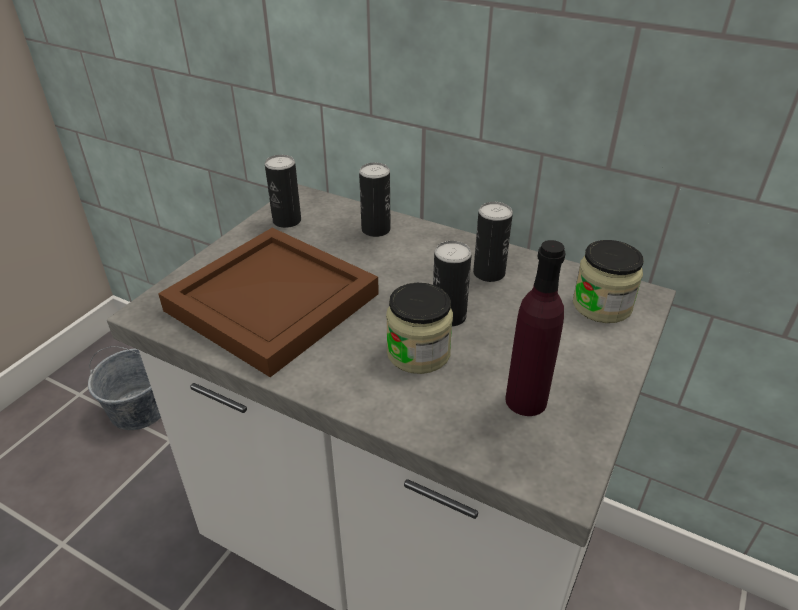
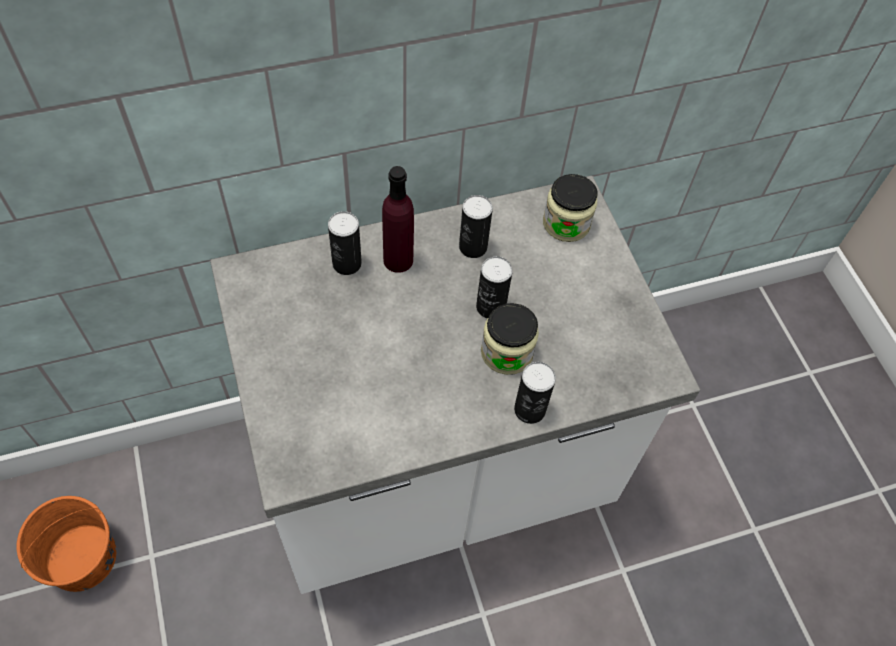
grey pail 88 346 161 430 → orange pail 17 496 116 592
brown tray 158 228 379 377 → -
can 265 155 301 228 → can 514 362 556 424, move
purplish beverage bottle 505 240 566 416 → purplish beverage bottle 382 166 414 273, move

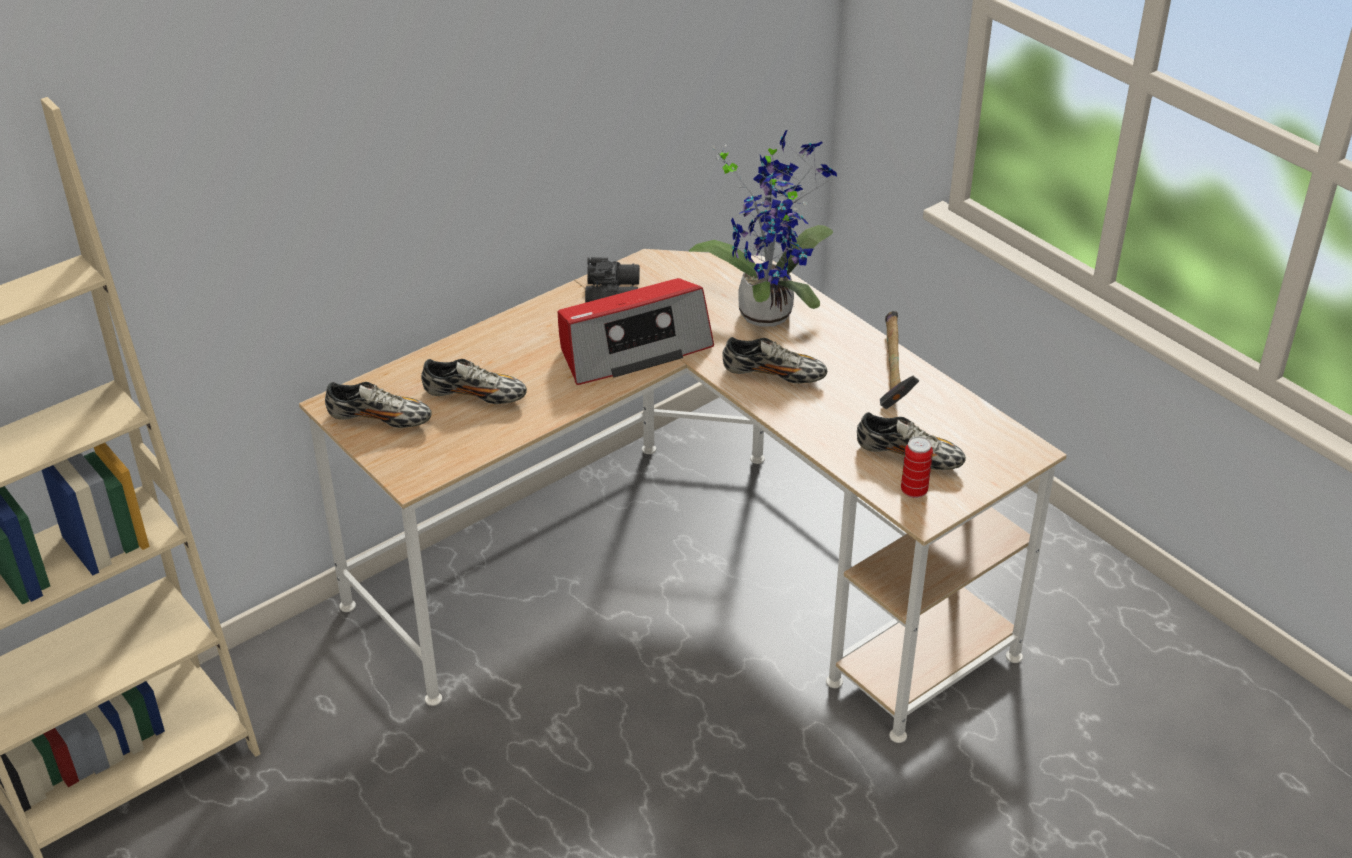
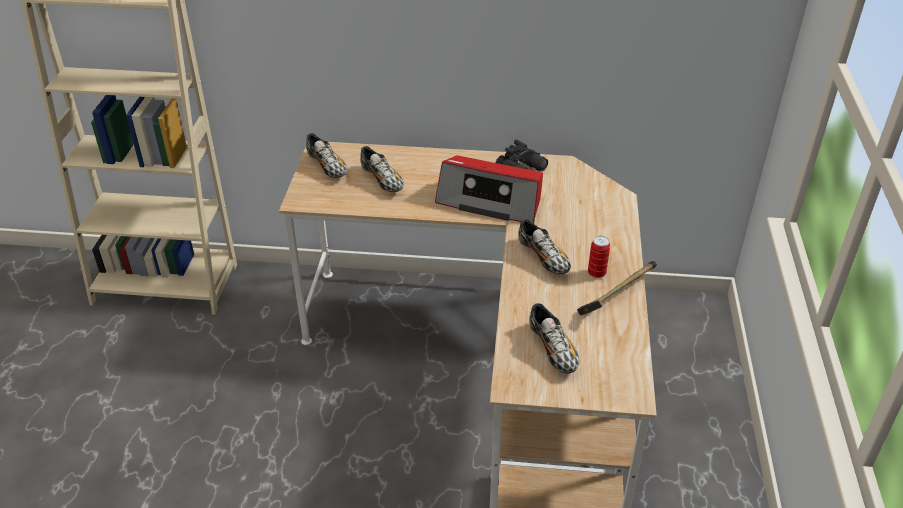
plant in a pot 689 130 837 327 → -
can 901 437 933 498 → can 588 236 610 278, move

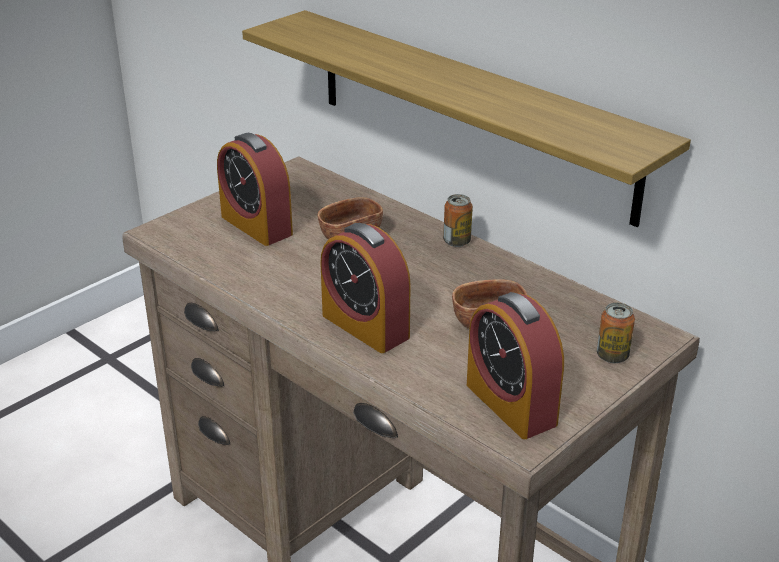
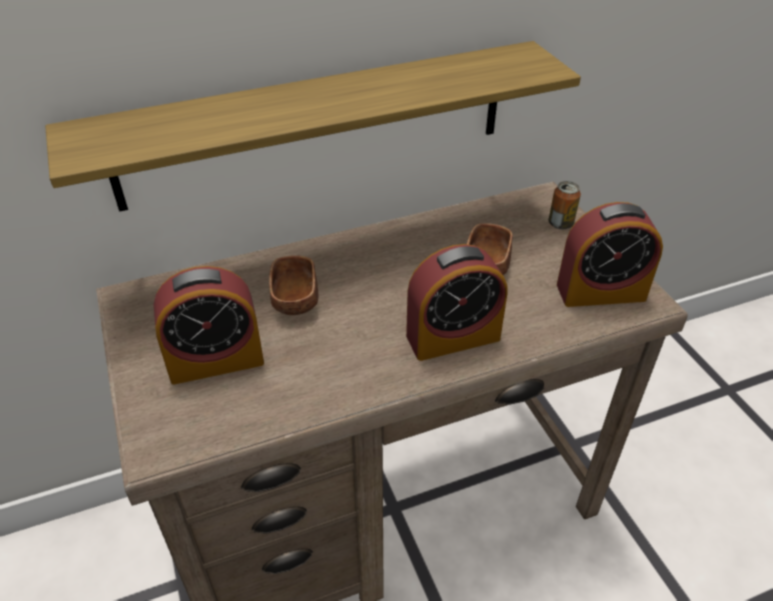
can 443 194 473 247 → -

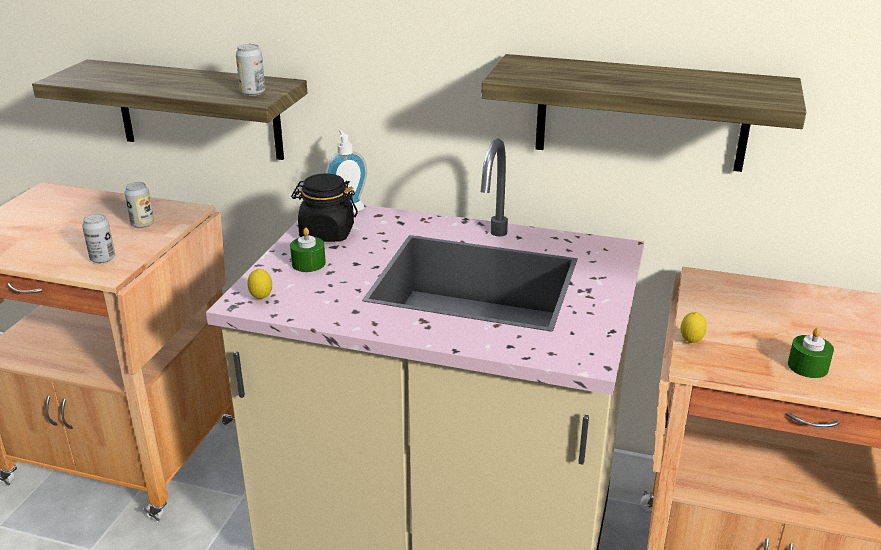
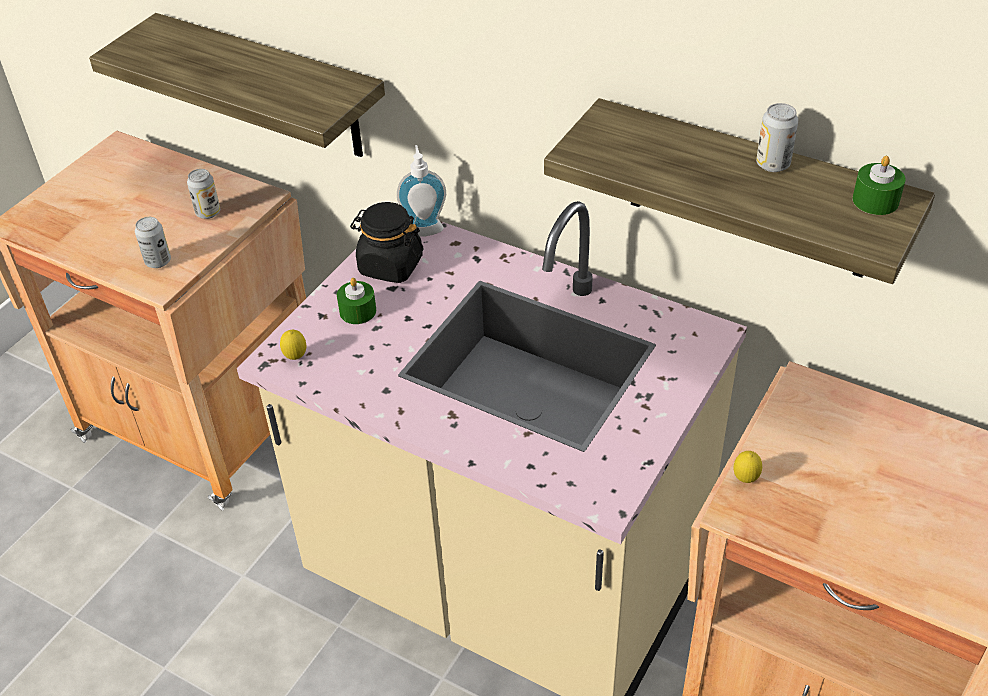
can 236 44 265 96 → can 756 103 798 172, move
green wax candle 788 328 834 378 → green wax candle 852 156 906 215, move

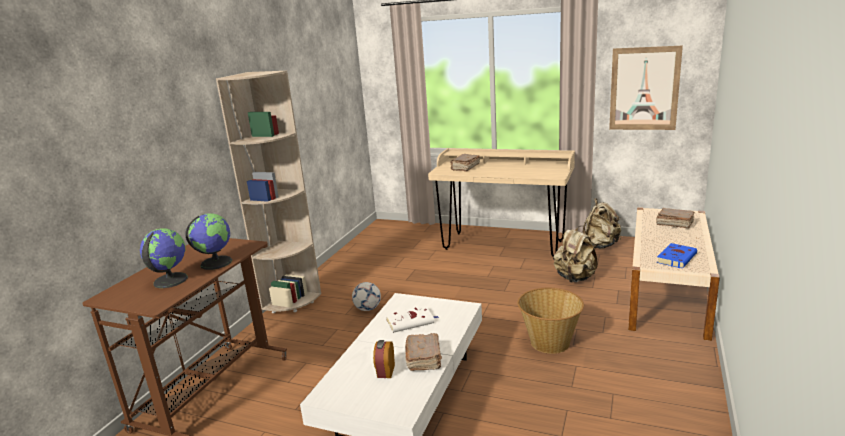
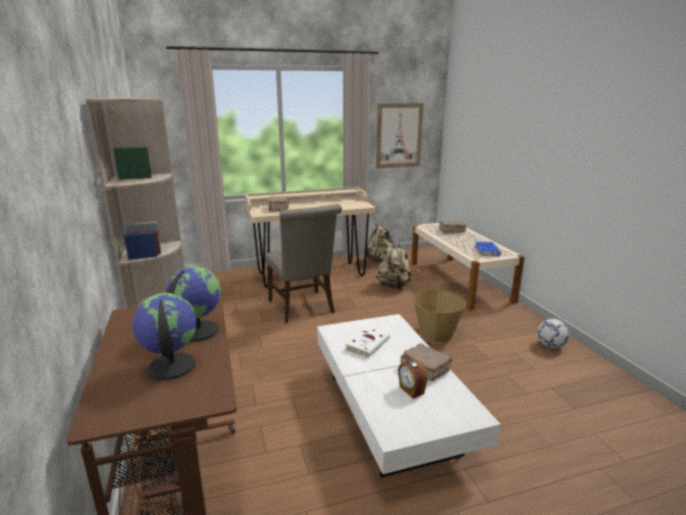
football 352 282 381 311 → football 538 319 569 348, move
- → sand-coloured upright chair 265 204 342 323

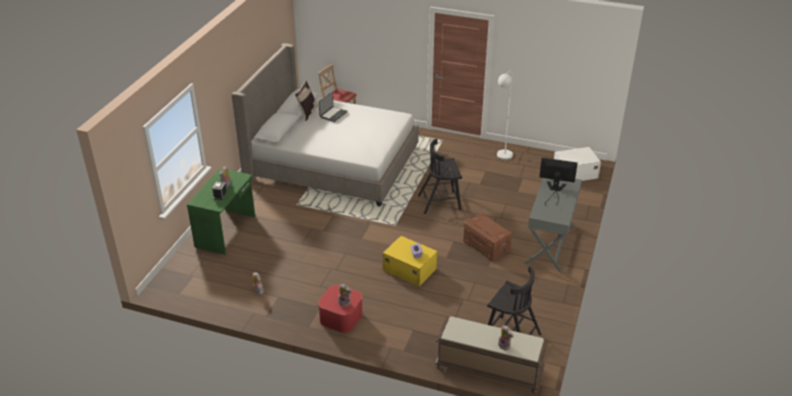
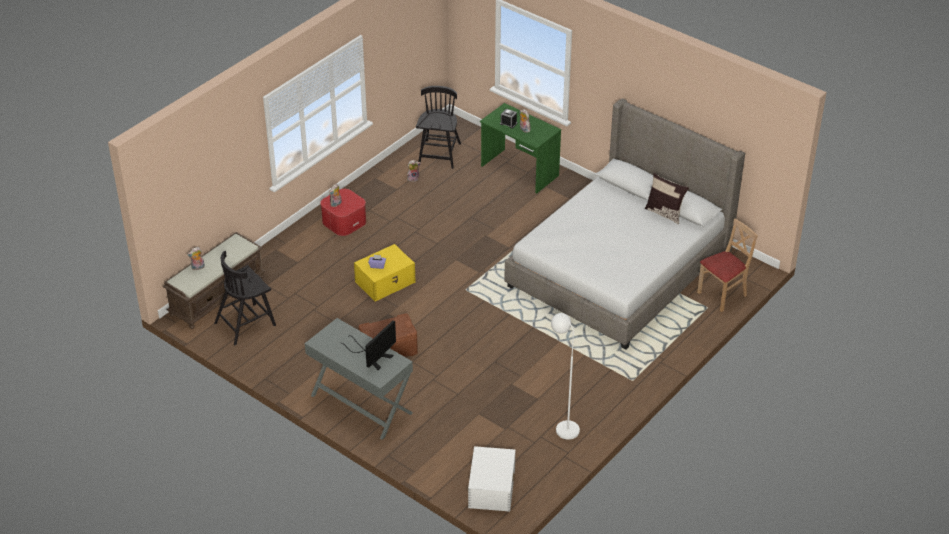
notebook computer 319 92 347 122 → -
black-coloured upright chair 418 139 462 214 → black-coloured upright chair 416 86 461 169, move

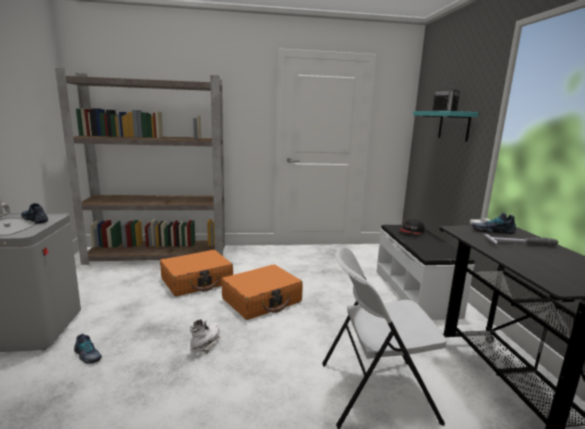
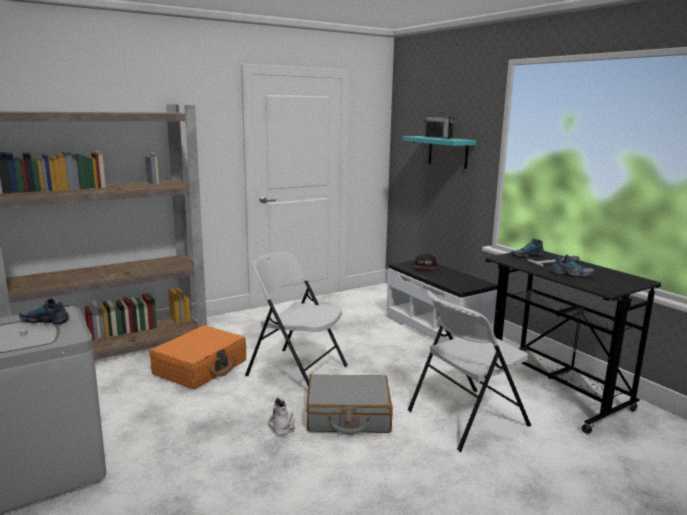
item of footwear 74 334 102 364 → item of footwear 551 255 595 277, move
orange piece of luggage 221 264 303 320 → white-coloured upright chair 245 252 348 385
- → grey piece of luggage 306 374 393 435

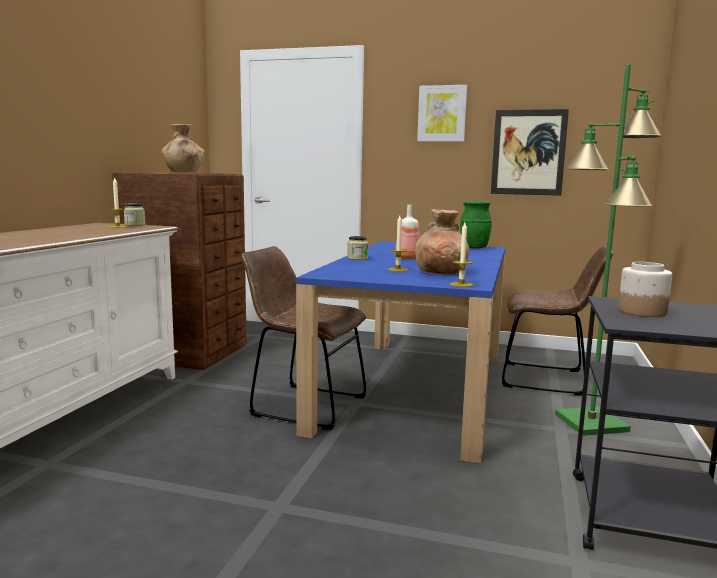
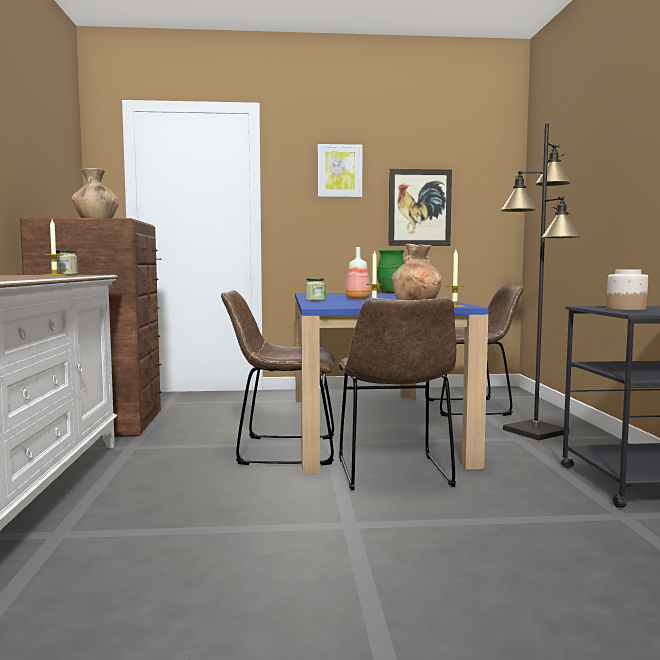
green floor lamp 555 64 662 436 → black-coloured floor lamp 500 123 580 440
- → brown upright chair 339 298 456 490

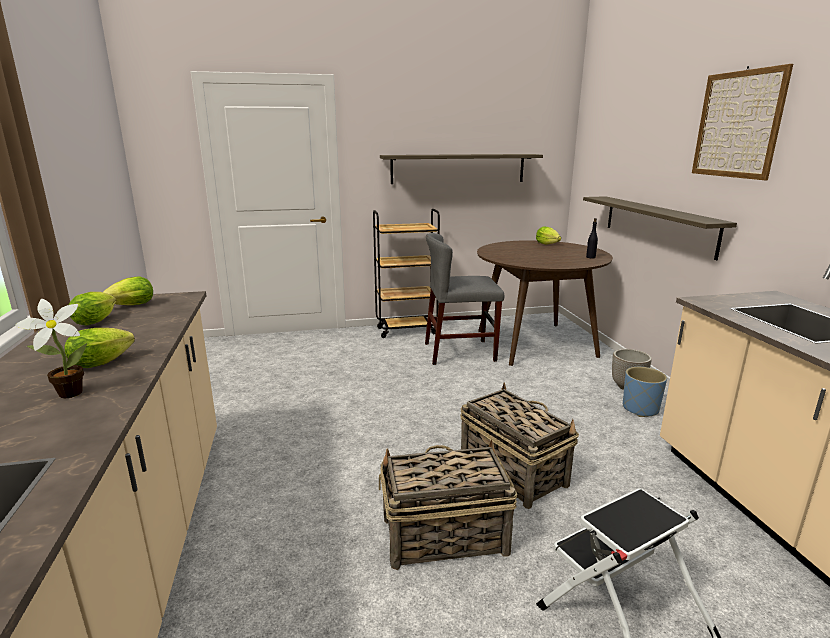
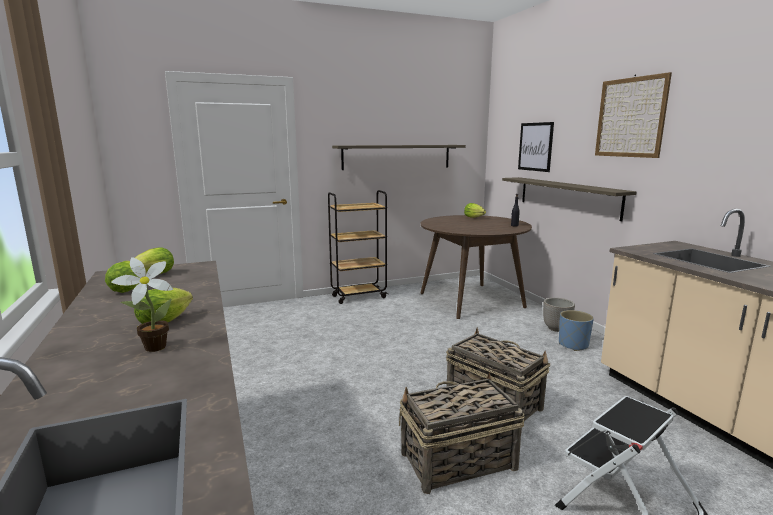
grey upright chair 425 233 504 365 → -
- → wall picture 518 122 554 172

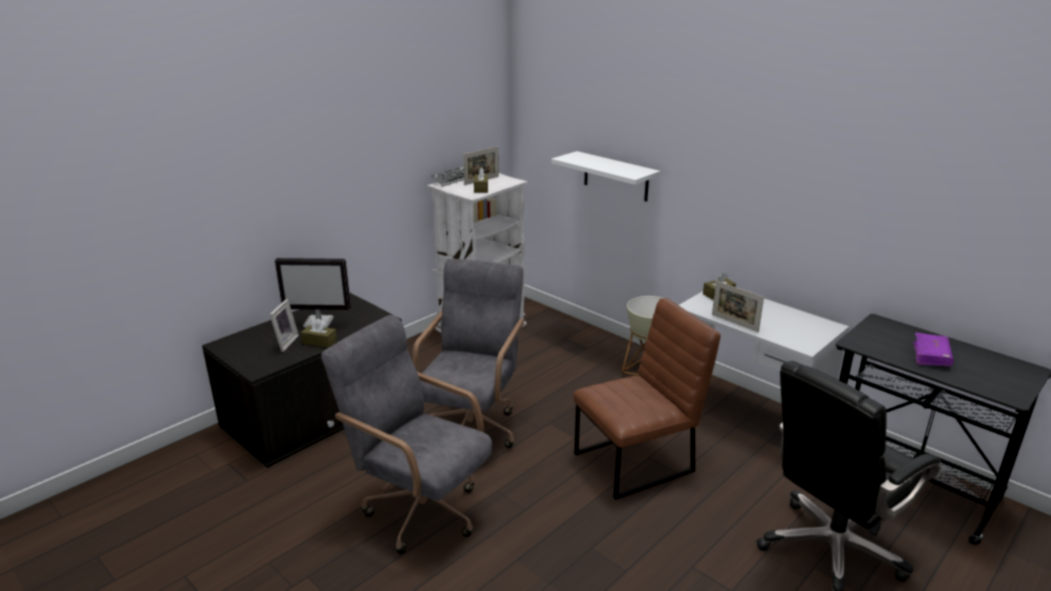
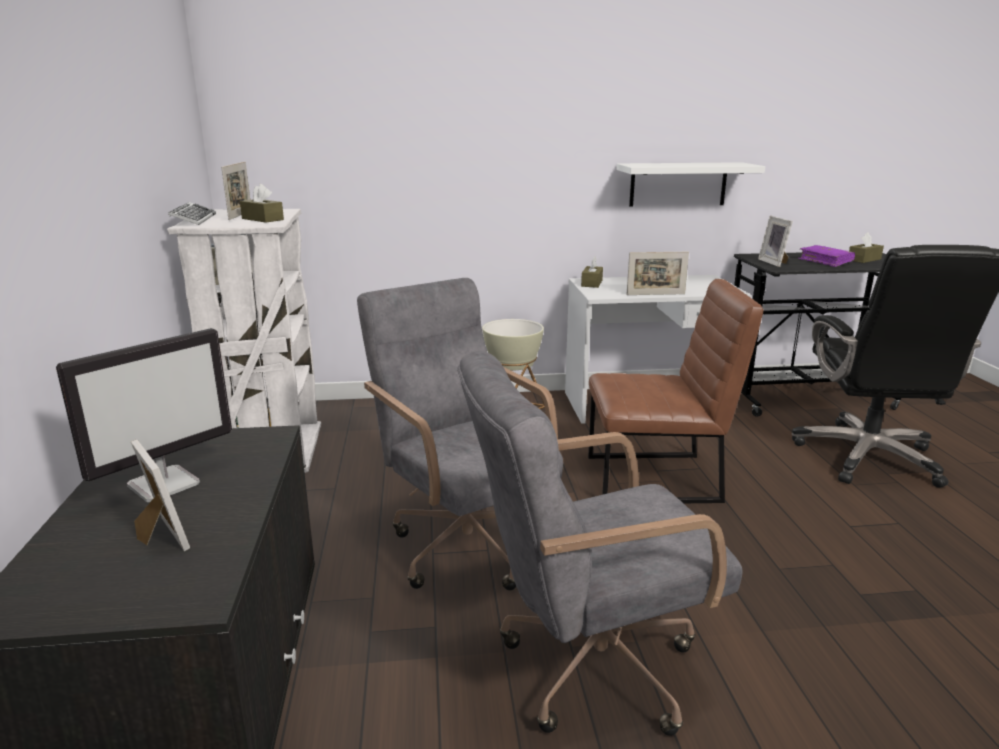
brown box of tissues 301 319 337 348 → brown box of tissues 849 232 884 263, move
white-coloured bracket shelf 551 151 660 202 → white-coloured bracket shelf 616 162 765 207, move
brown upright chair 573 298 721 500 → brown upright chair 588 279 763 503, 75 degrees clockwise
- → picture frame 758 216 793 267

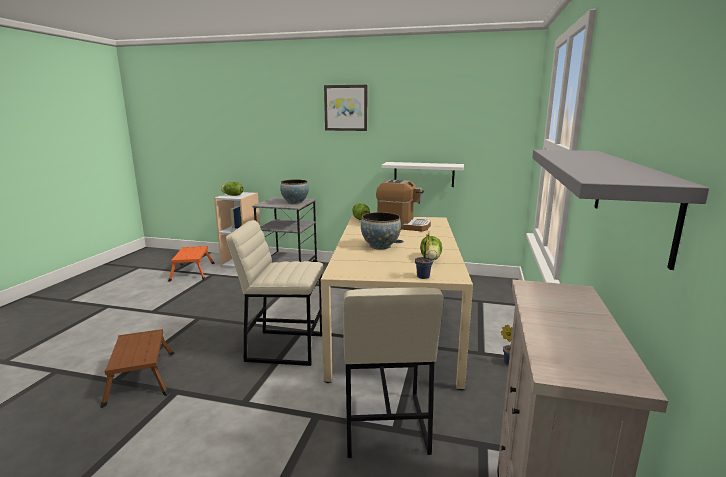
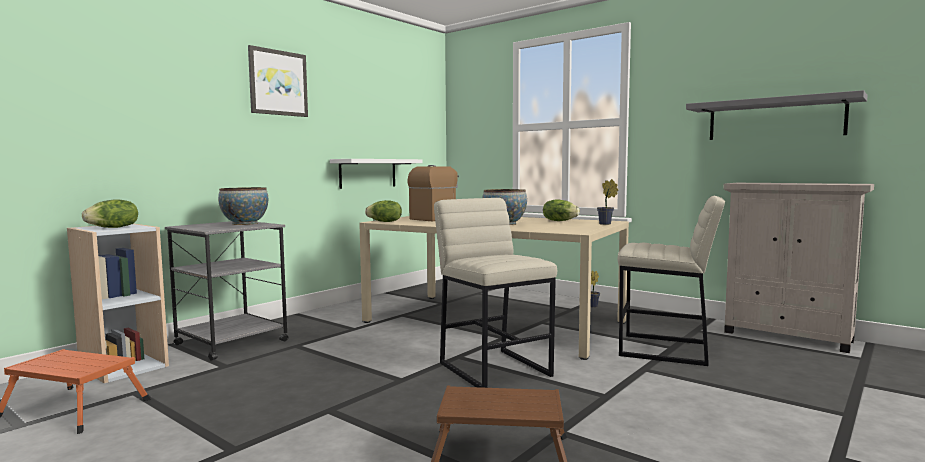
sand-coloured upright chair 226 220 324 366 → sand-coloured upright chair 434 198 557 388, 120 degrees clockwise

